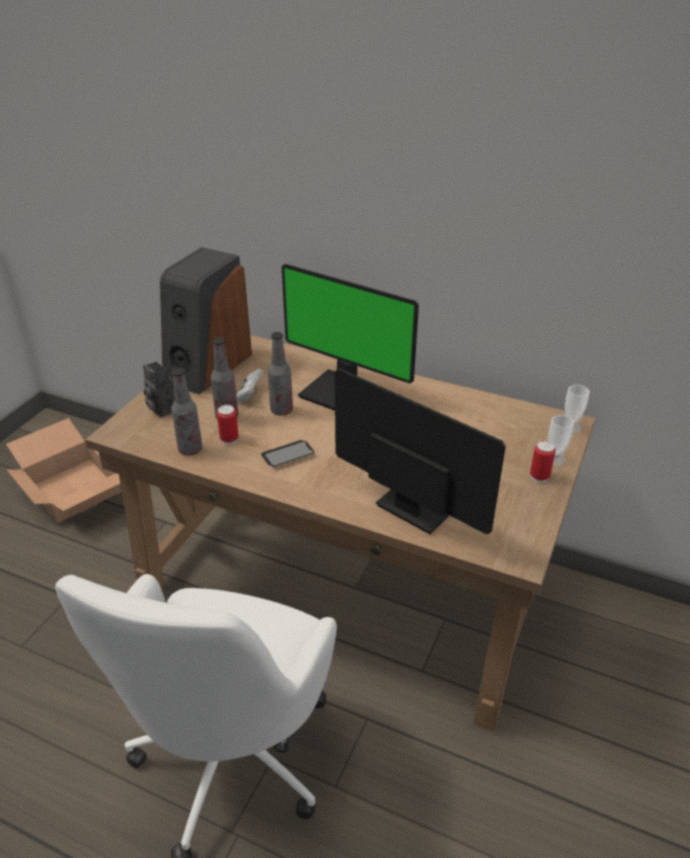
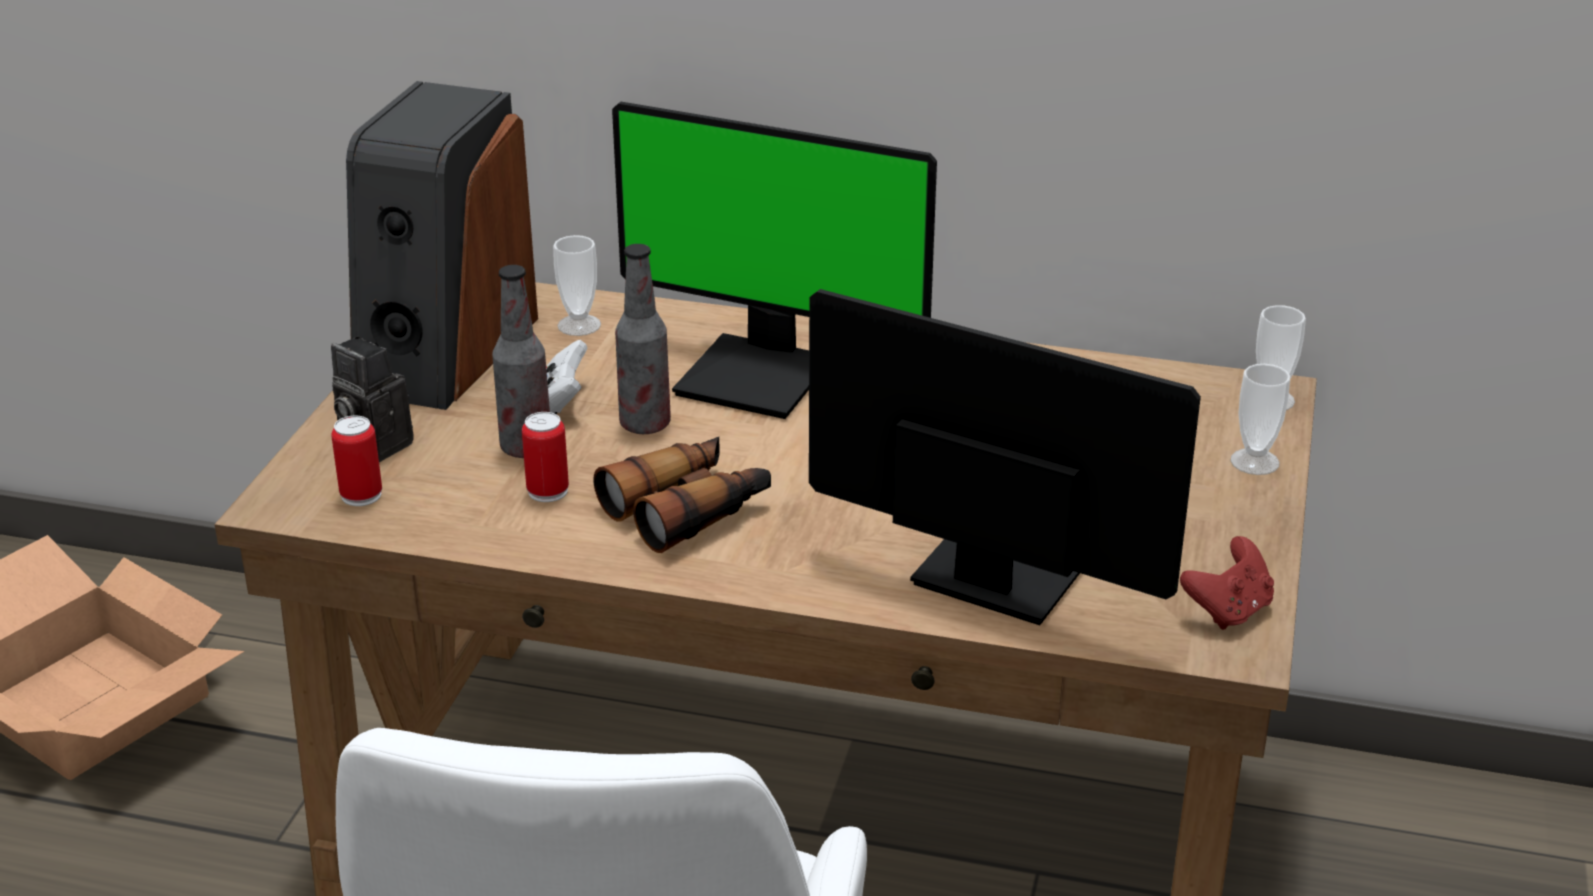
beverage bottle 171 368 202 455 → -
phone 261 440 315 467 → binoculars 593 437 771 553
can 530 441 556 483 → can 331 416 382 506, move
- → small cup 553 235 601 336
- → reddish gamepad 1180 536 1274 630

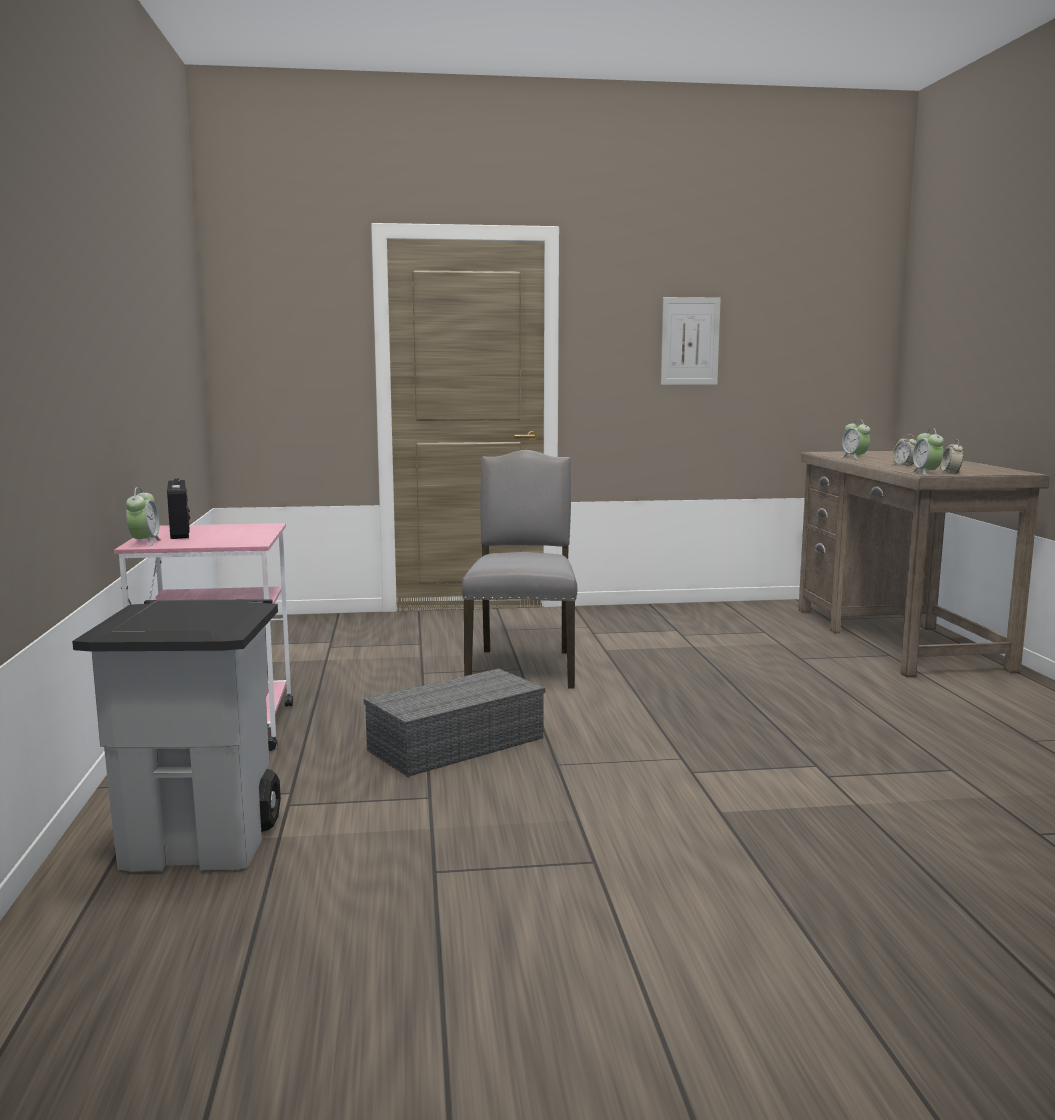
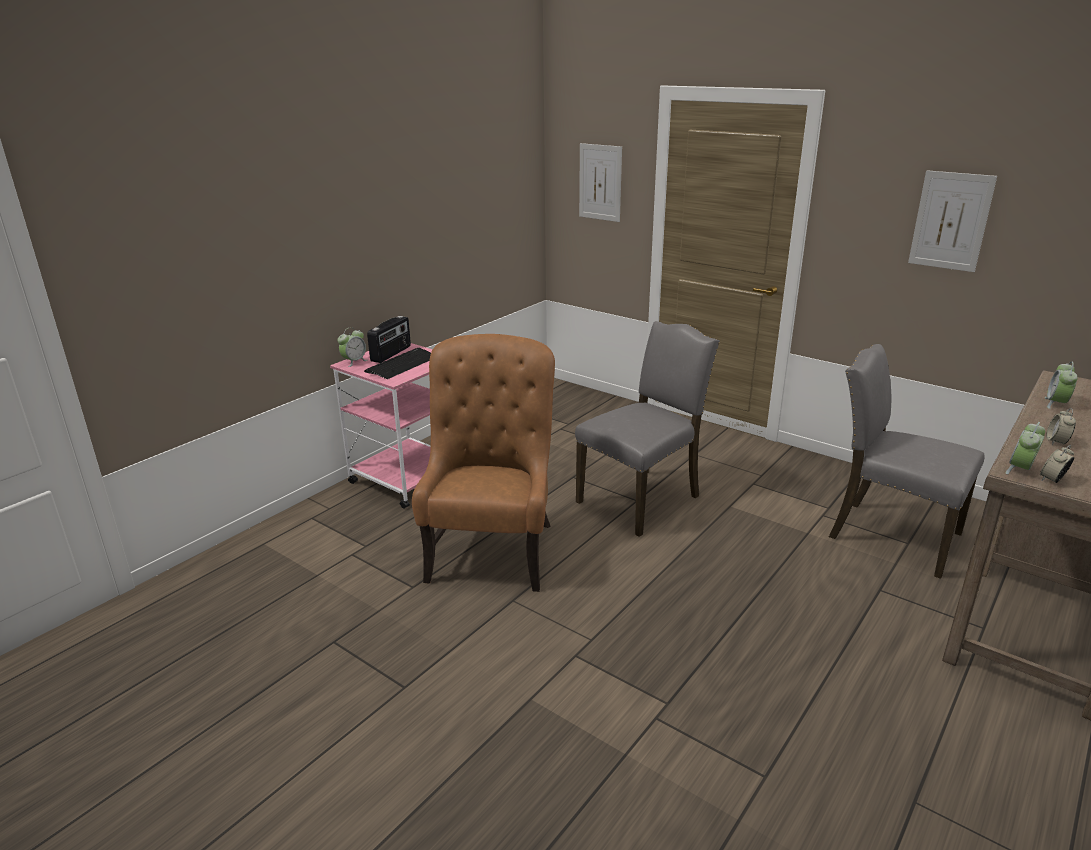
grey trash can 72 599 281 871 → -
grey storage container 364 668 545 777 → brown upright chair 412 334 555 592
- → computer keyboard 364 348 431 379
- → wall picture 579 143 622 222
- → grey upright chair 829 344 984 579

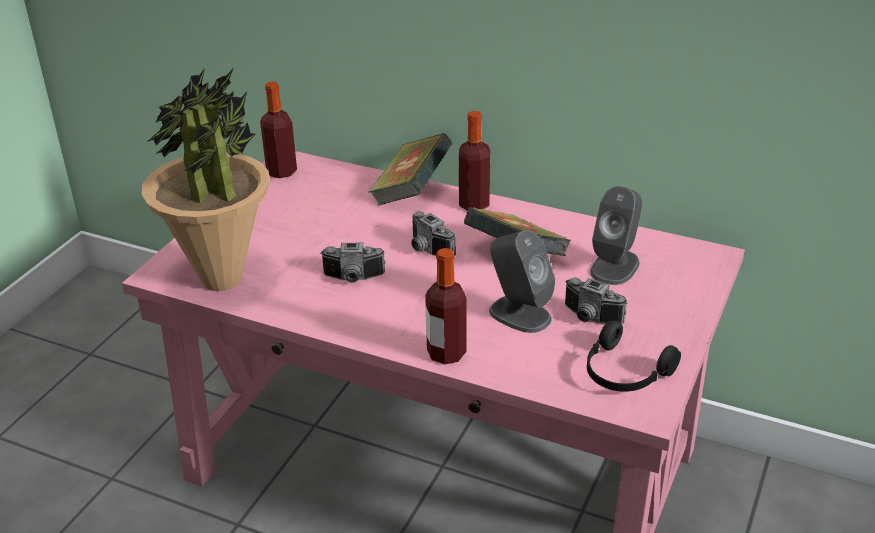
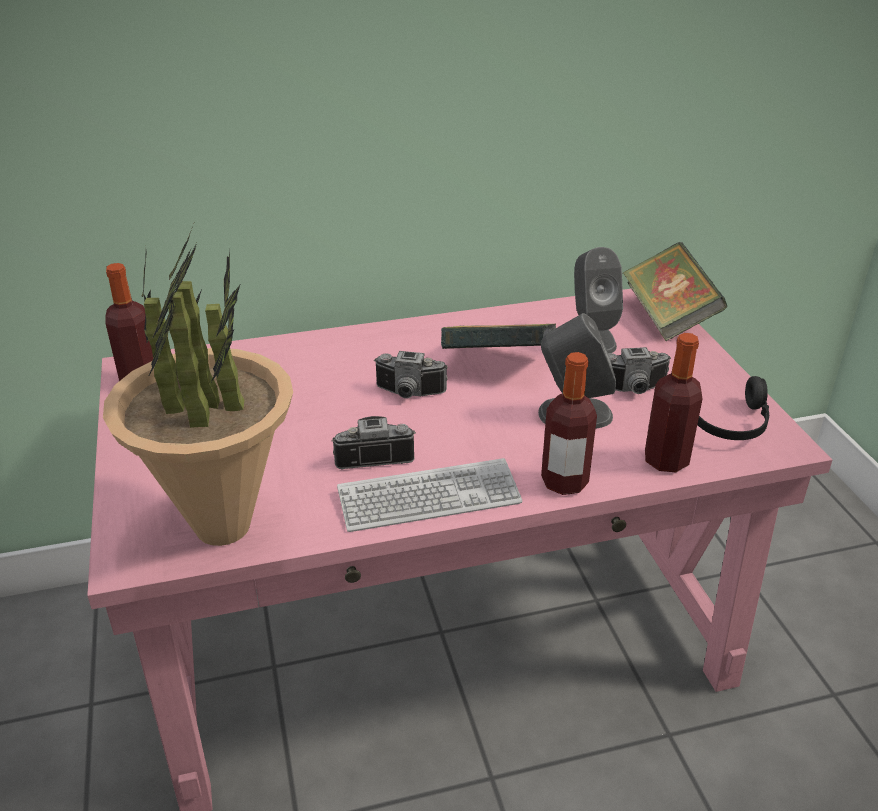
still camera 320 243 385 283 → still camera 332 416 416 469, 150 degrees counterclockwise
book 368 133 452 206 → book 623 242 727 342, move
beverage bottle 459 111 490 211 → beverage bottle 645 333 703 472, move
- → computer keyboard 337 458 522 532

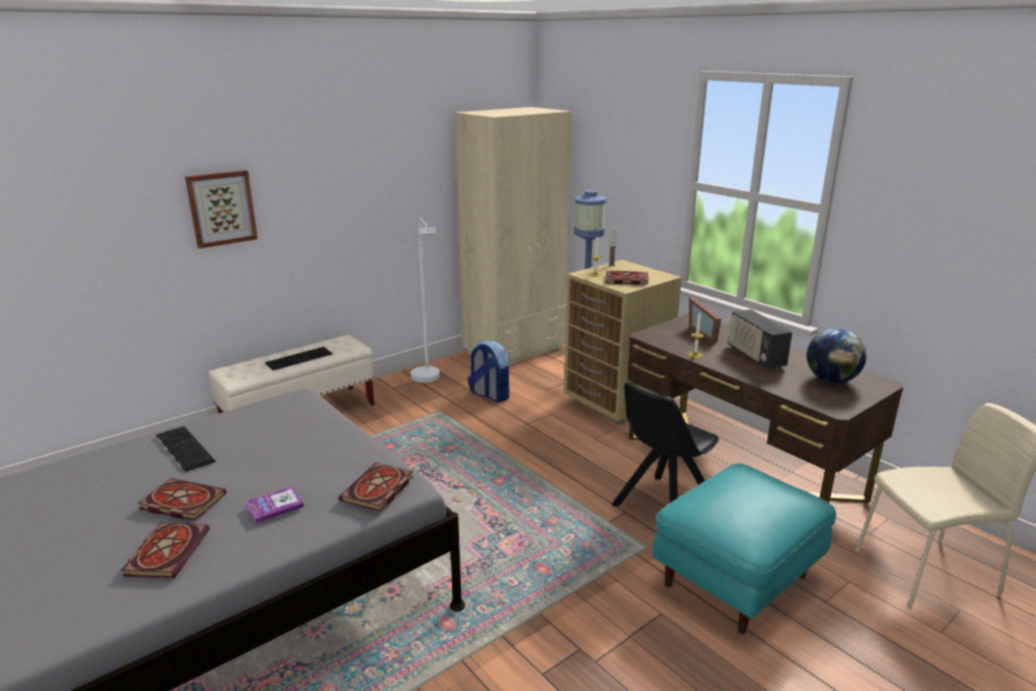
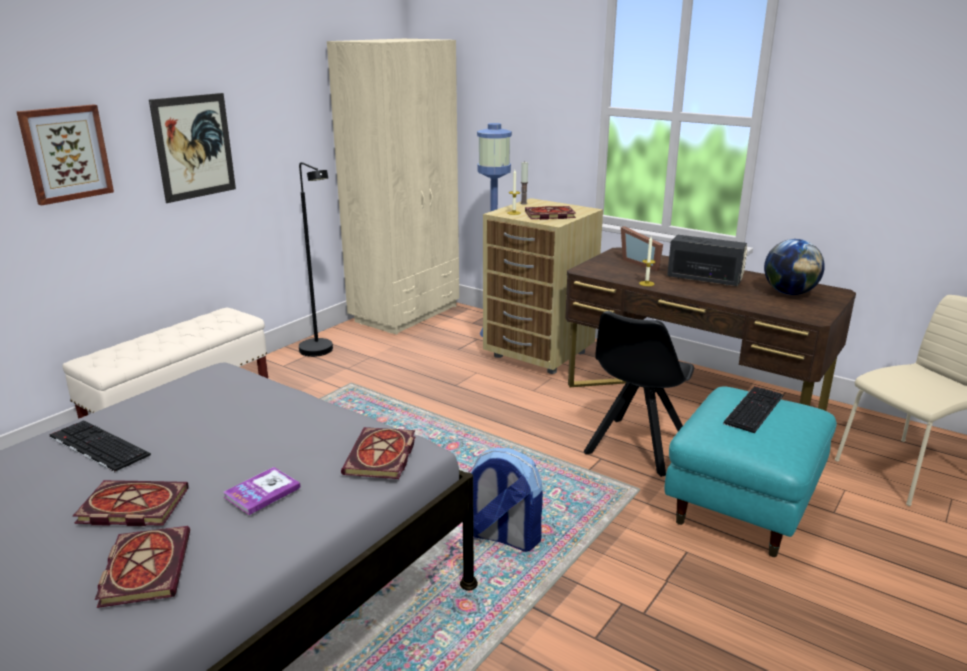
computer keyboard 265 347 333 371 → computer keyboard 724 386 783 433, move
white-coloured floor lamp 411 217 440 383 → black-coloured floor lamp 299 162 333 357
backpack 467 340 509 402 → backpack 469 448 543 552, move
radio receiver 728 309 792 369 → radio receiver 667 235 747 286, 150 degrees clockwise
- → wall picture 149 93 236 203

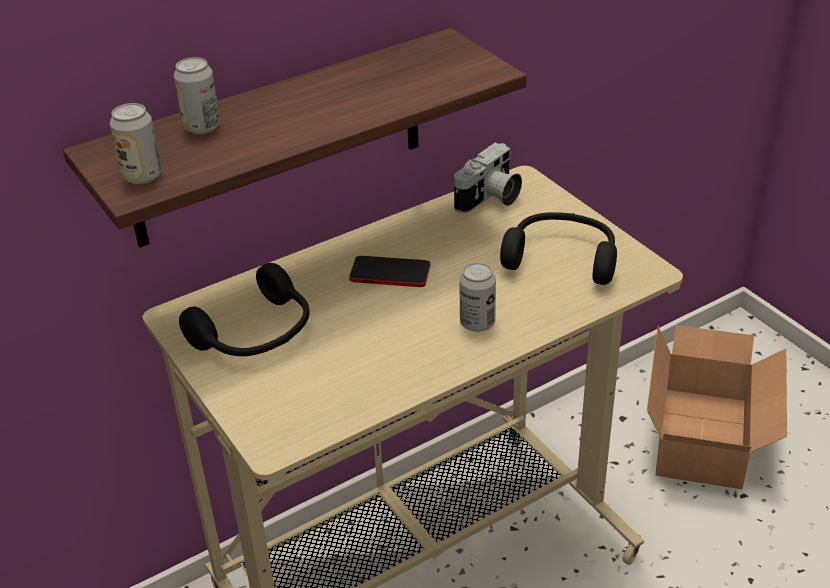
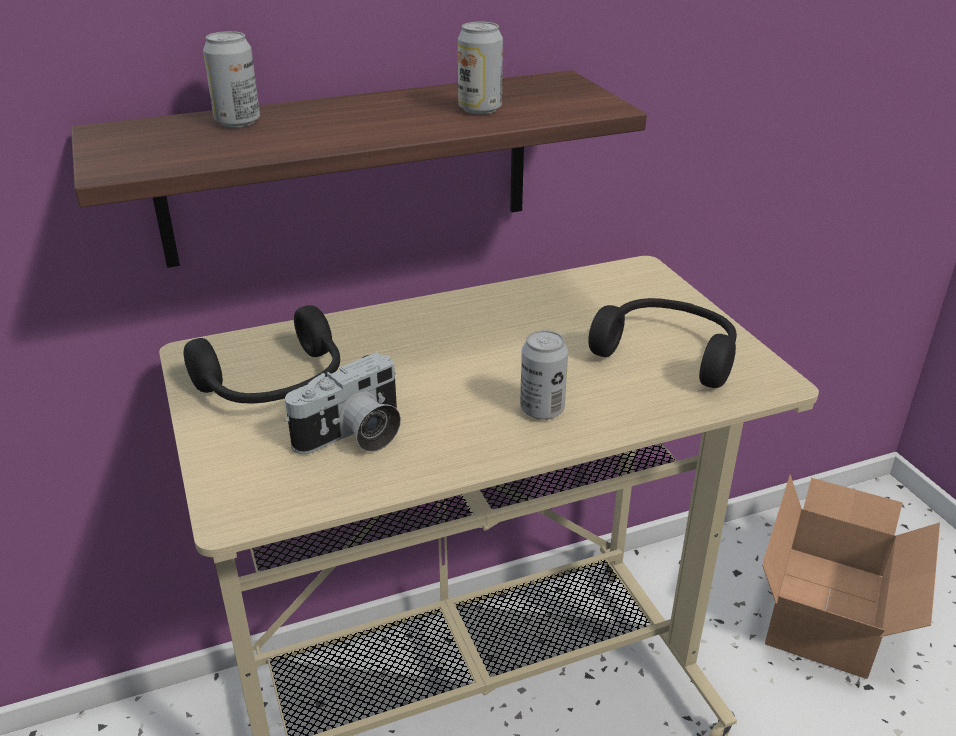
can 110 103 162 184 → can 458 22 503 114, move
phone 349 256 430 287 → -
still camera 454 143 522 214 → still camera 284 352 401 454, move

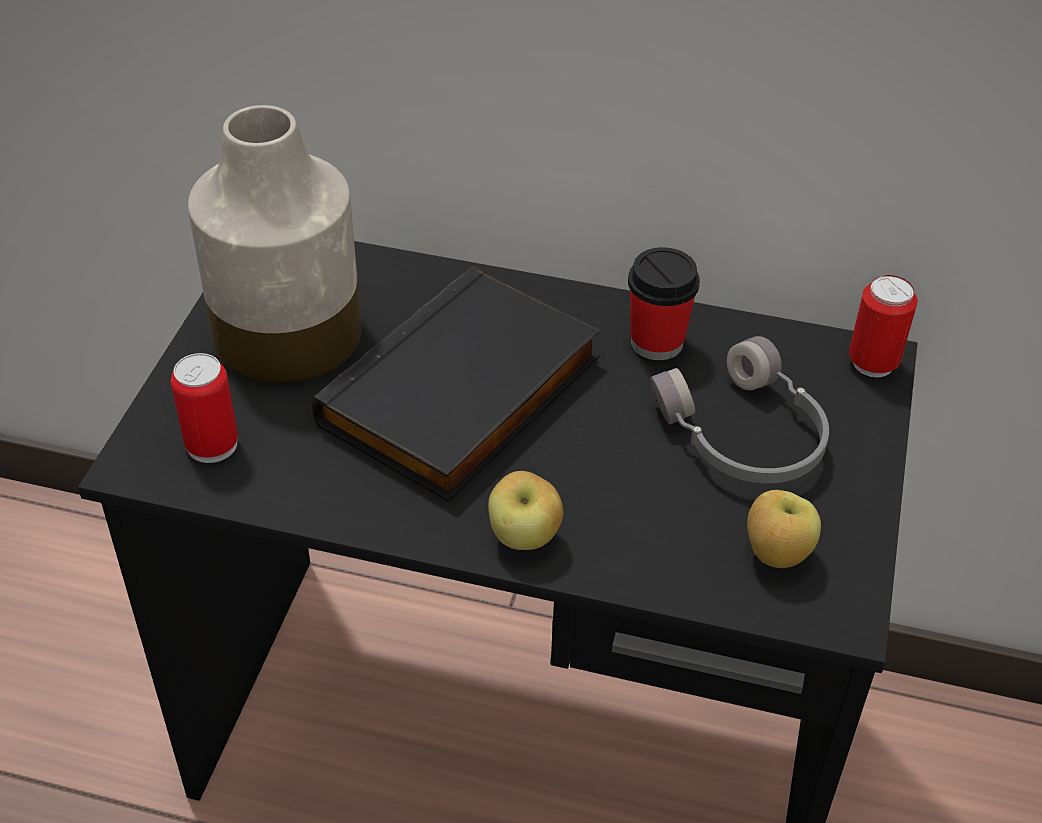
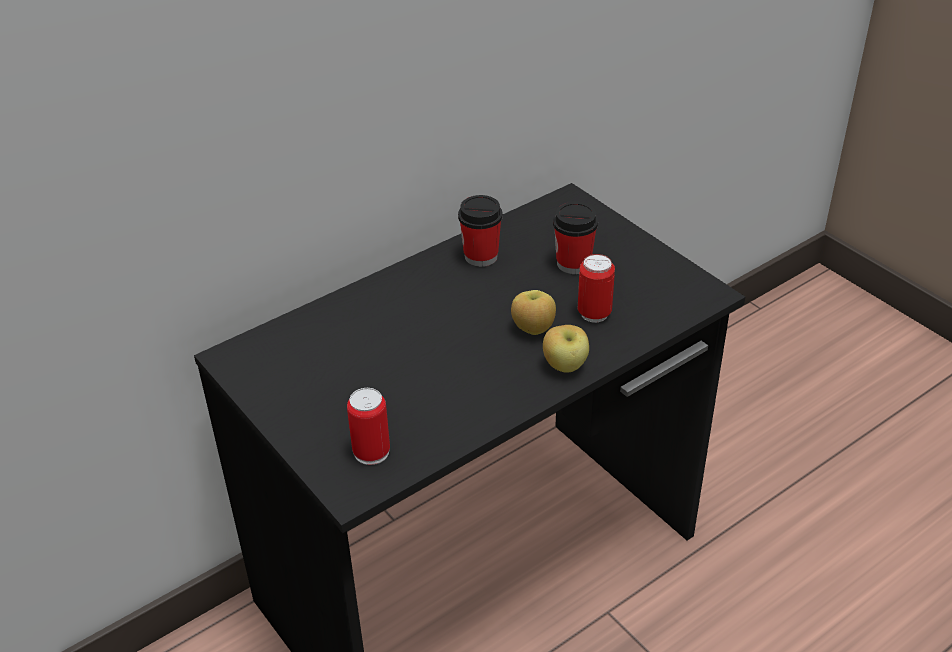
sand-coloured flower vase 188 105 362 383 → -
black-coloured book 312 265 601 502 → -
grey headphones 651 336 829 483 → small cup 553 202 598 274
apple fruit 747 490 821 568 → apple fruit 511 290 556 335, move
can 849 275 918 377 → can 578 254 615 323, move

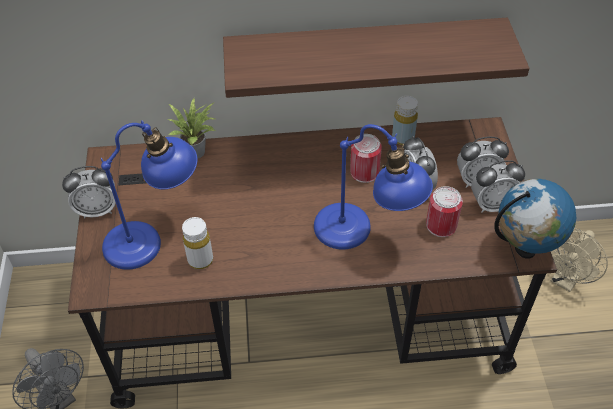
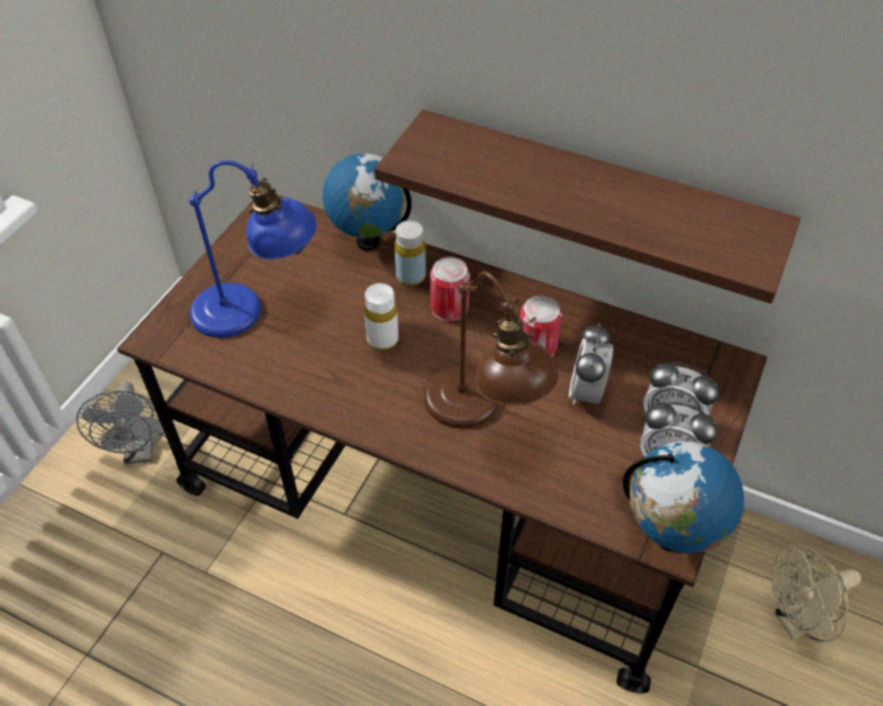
table clock 62 166 116 218 → -
plant in a pot 167 98 215 159 → world globe 323 153 412 251
white-coloured beverage bottle 182 217 213 269 → white-coloured beverage bottle 364 283 399 350, move
blue-coloured lamp for a table 314 124 433 250 → brown lamp for a table 424 271 558 428
yellowish beverage bottle 392 96 418 145 → yellowish beverage bottle 394 220 426 286, move
can 426 186 463 237 → can 430 257 470 321, move

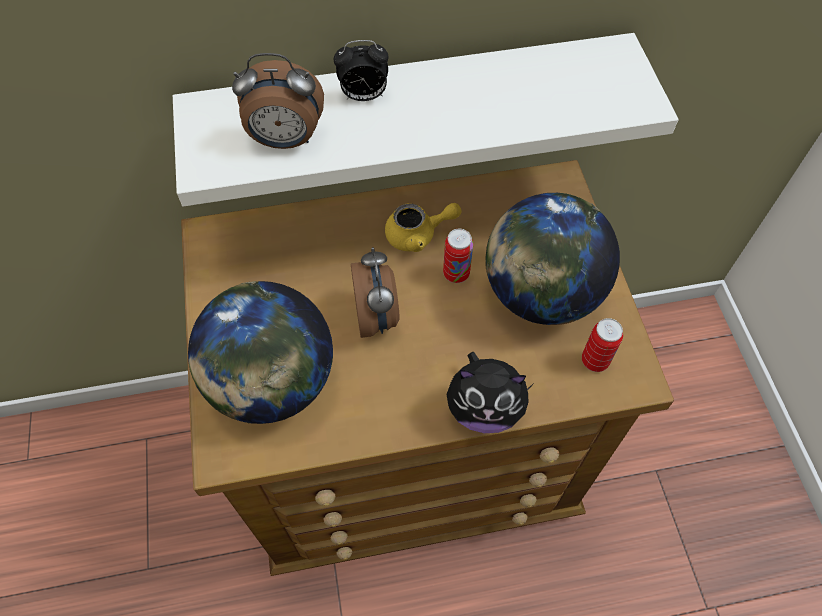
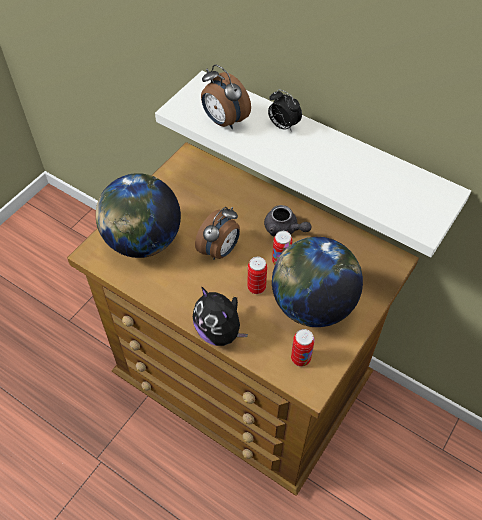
yellowish tea pot 385 203 462 252 → grey tea pot 264 205 312 237
- → can 247 257 267 294

